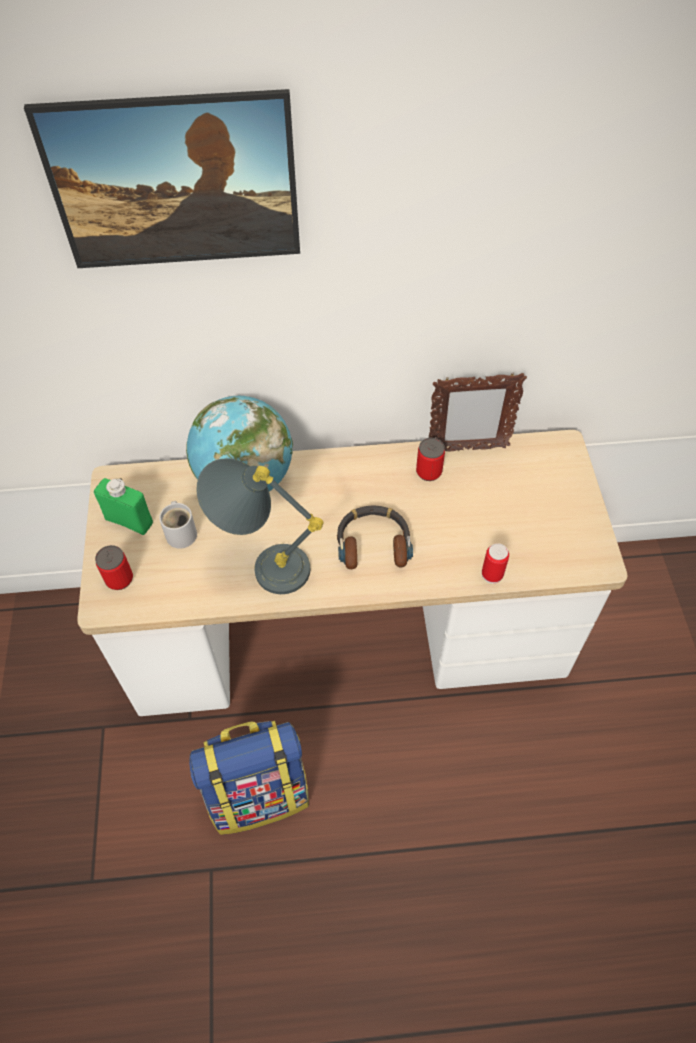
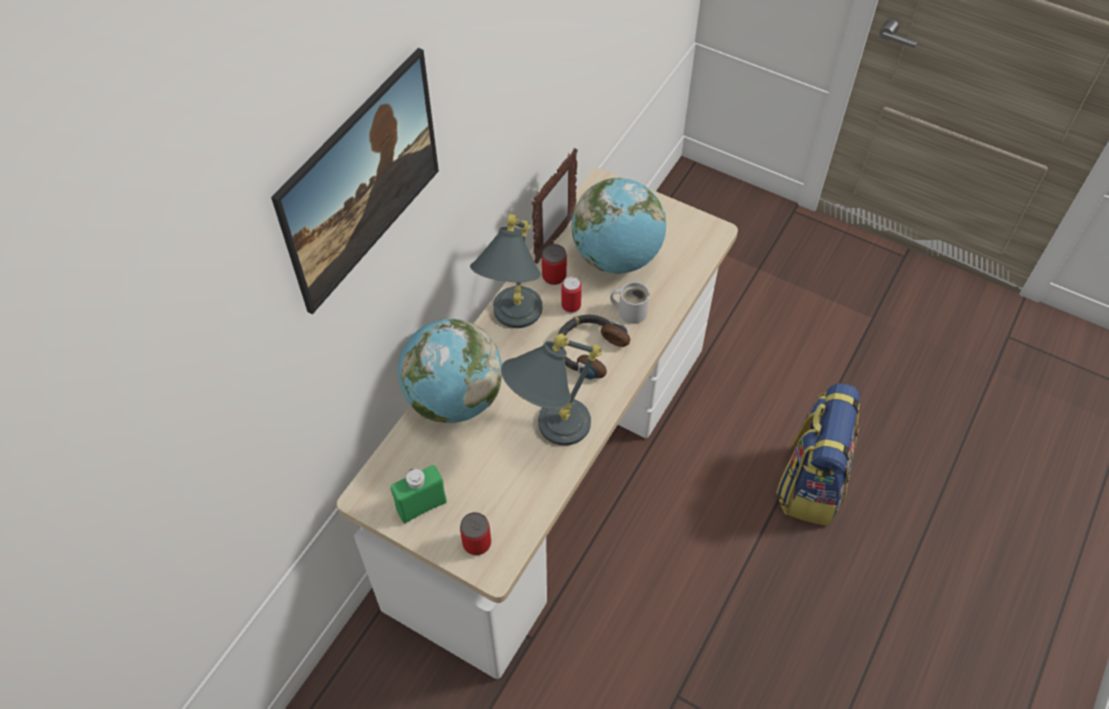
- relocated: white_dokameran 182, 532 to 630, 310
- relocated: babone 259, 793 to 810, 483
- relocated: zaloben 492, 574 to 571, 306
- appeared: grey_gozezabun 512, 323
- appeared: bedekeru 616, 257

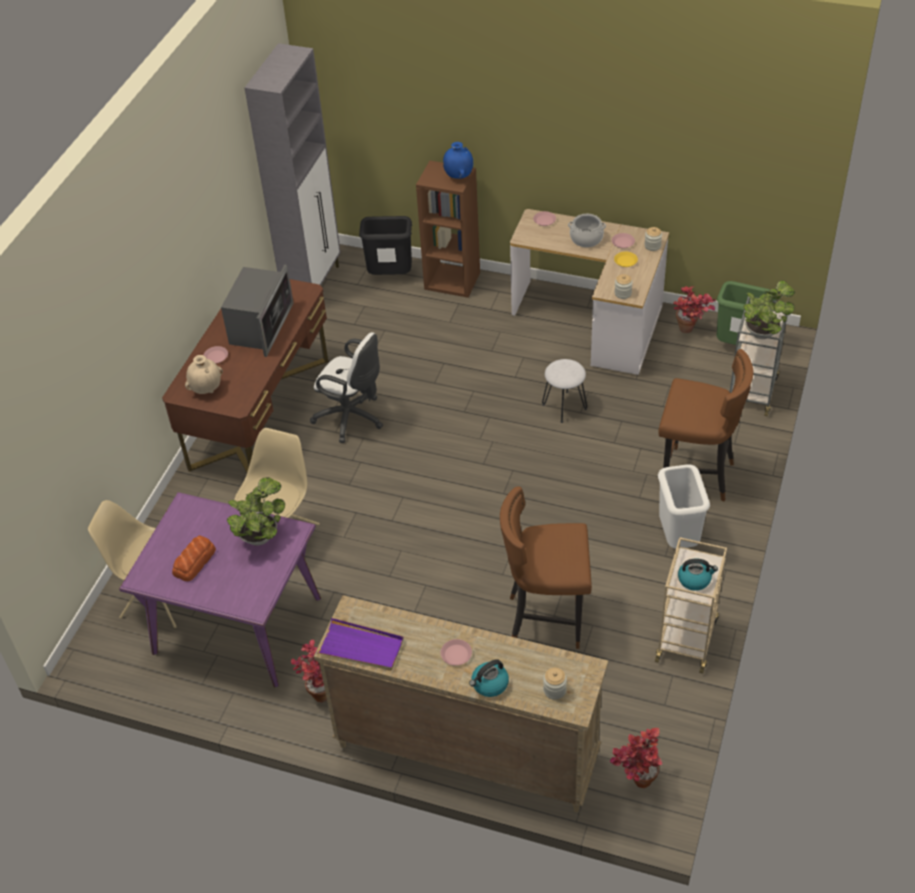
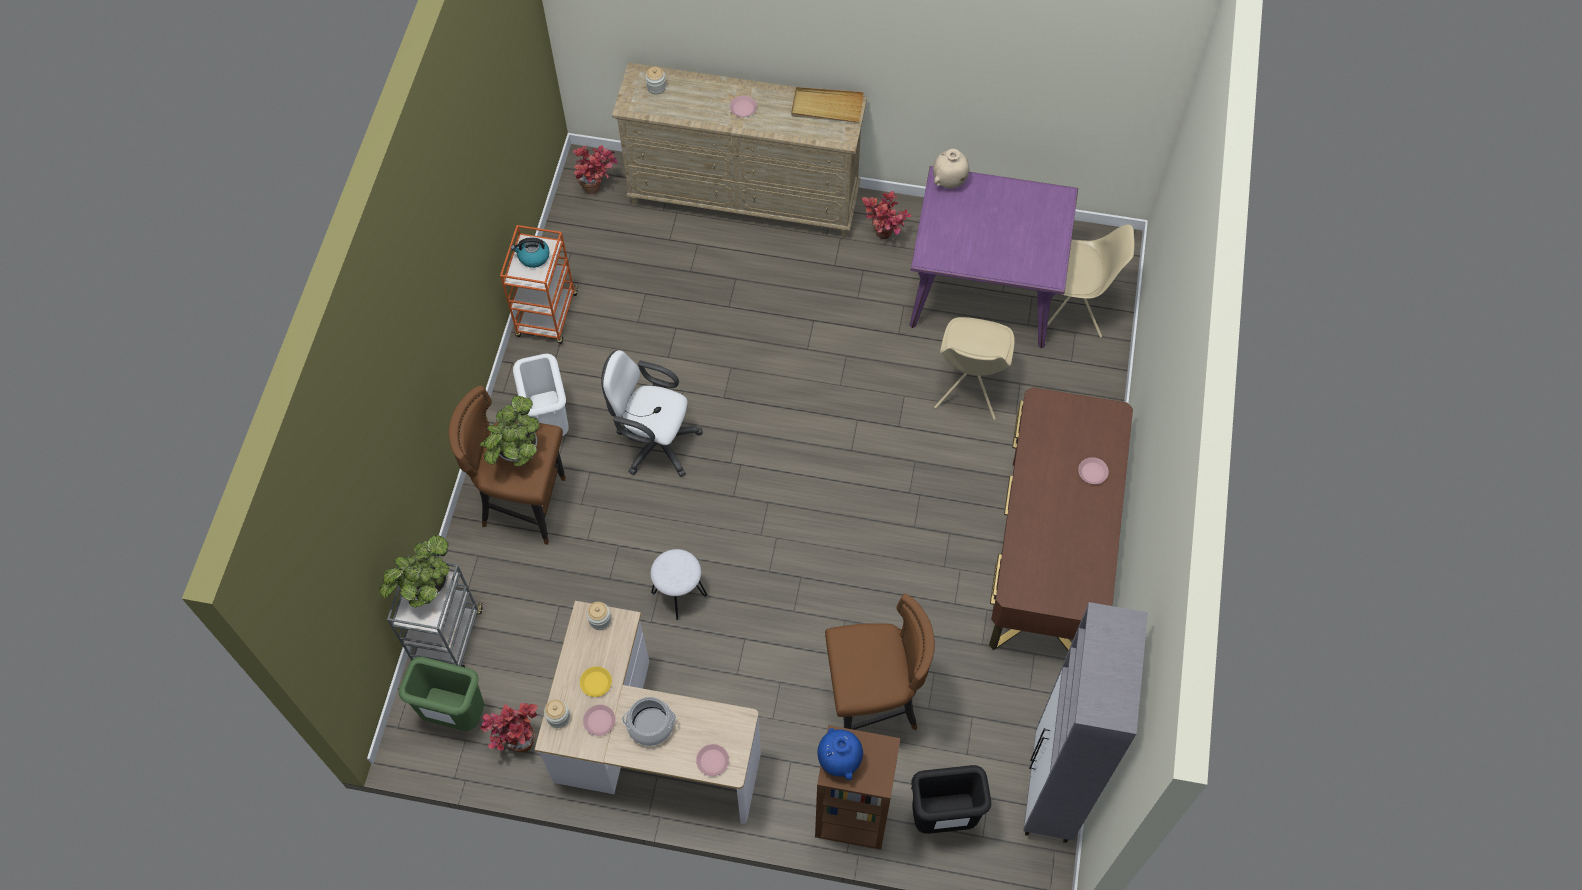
- missing: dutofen 195, 562
- relocated: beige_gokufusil 207, 389 to 949, 182
- missing: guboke 260, 326
- relocated: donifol 260, 535 to 516, 452
- relocated: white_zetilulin 352, 418 to 654, 442
- colour: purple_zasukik 361, 647 to beige_zasukik 827, 107
- missing: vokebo 489, 684
- relocated: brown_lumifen 546, 619 to 872, 705
- colour: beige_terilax 686, 638 to orange_terilax 547, 316

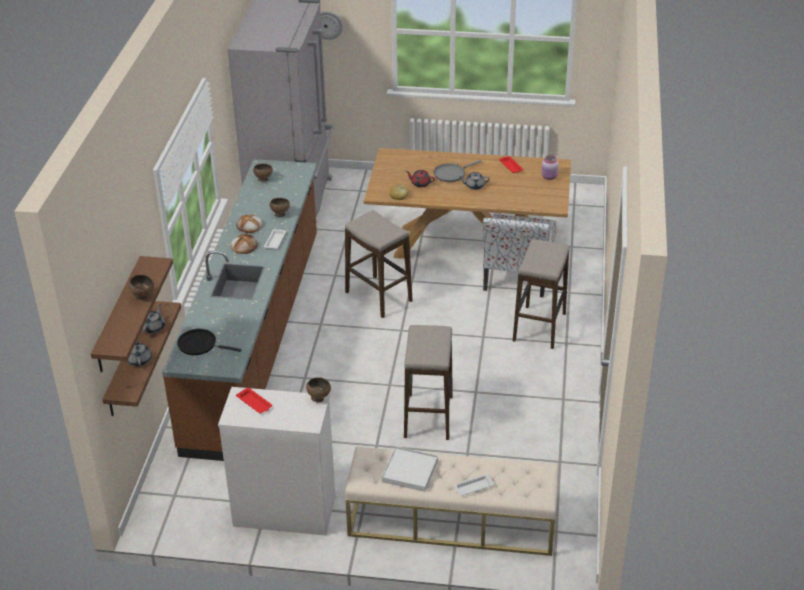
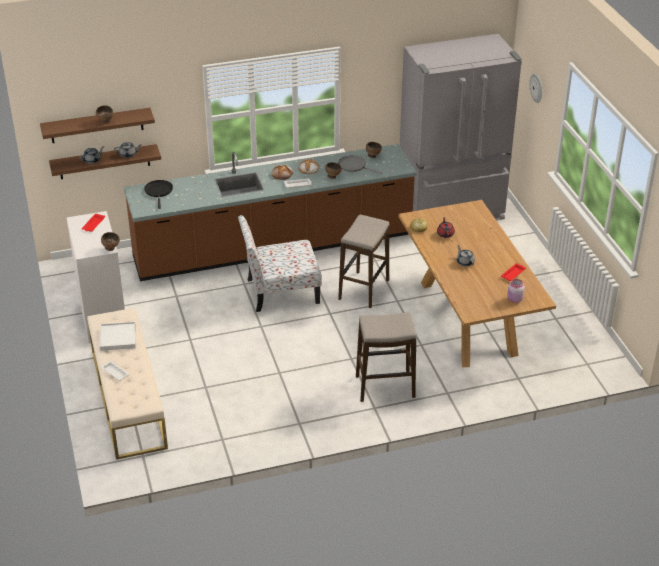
- missing: lumifen 428, 417
- relocated: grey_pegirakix 451, 174 to 354, 166
- relocated: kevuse 517, 274 to 280, 291

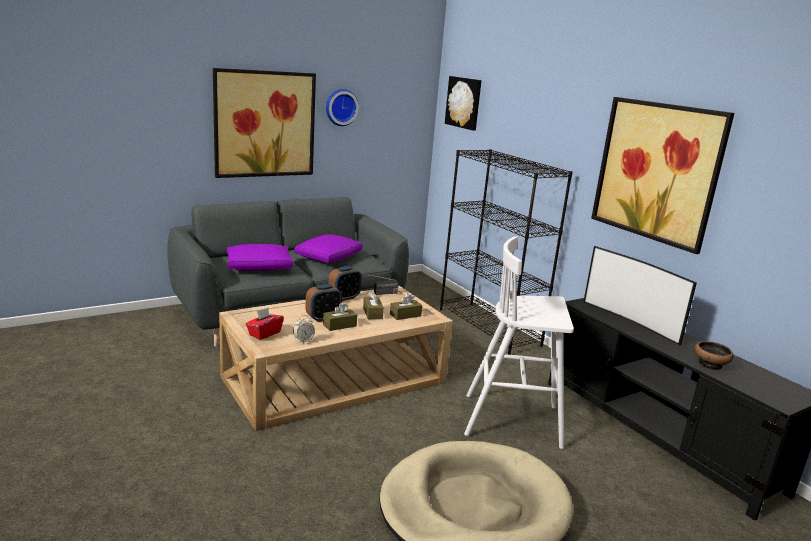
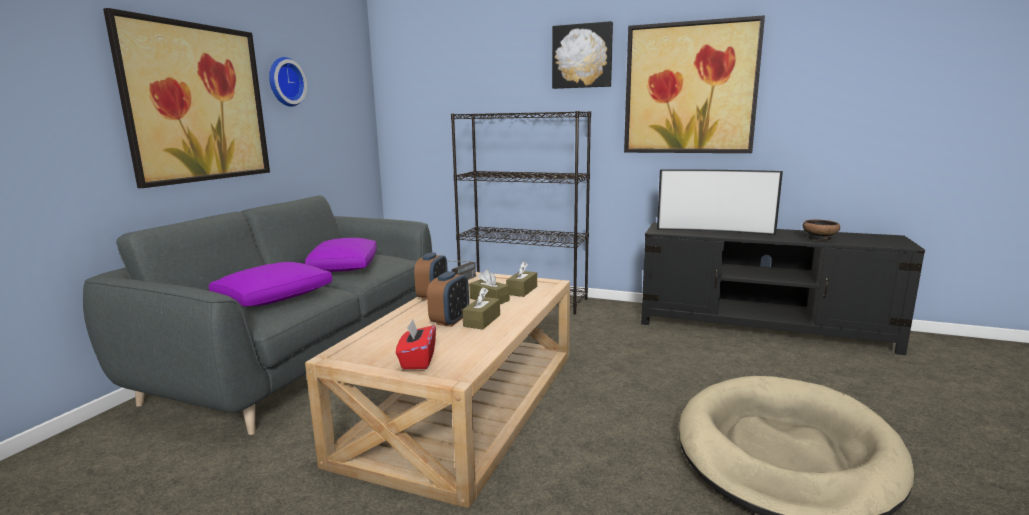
- missing: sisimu 303, 340
- relocated: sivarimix 464, 102 to 582, 56
- missing: white_lumifen 514, 421

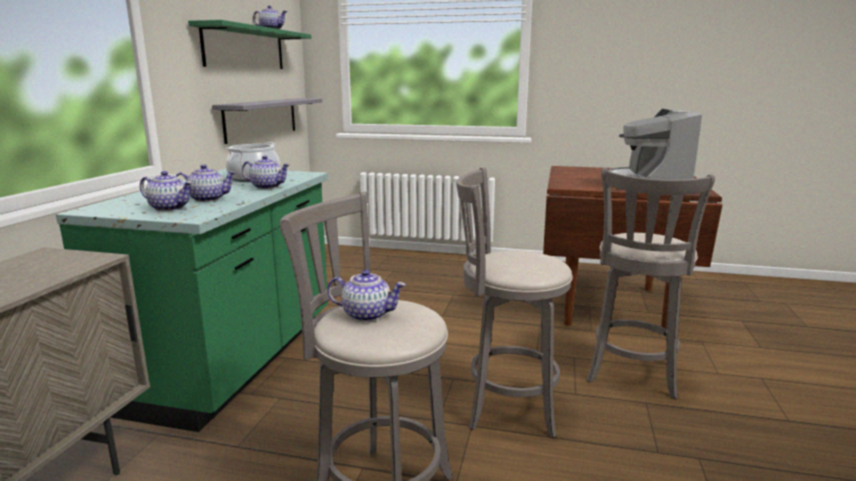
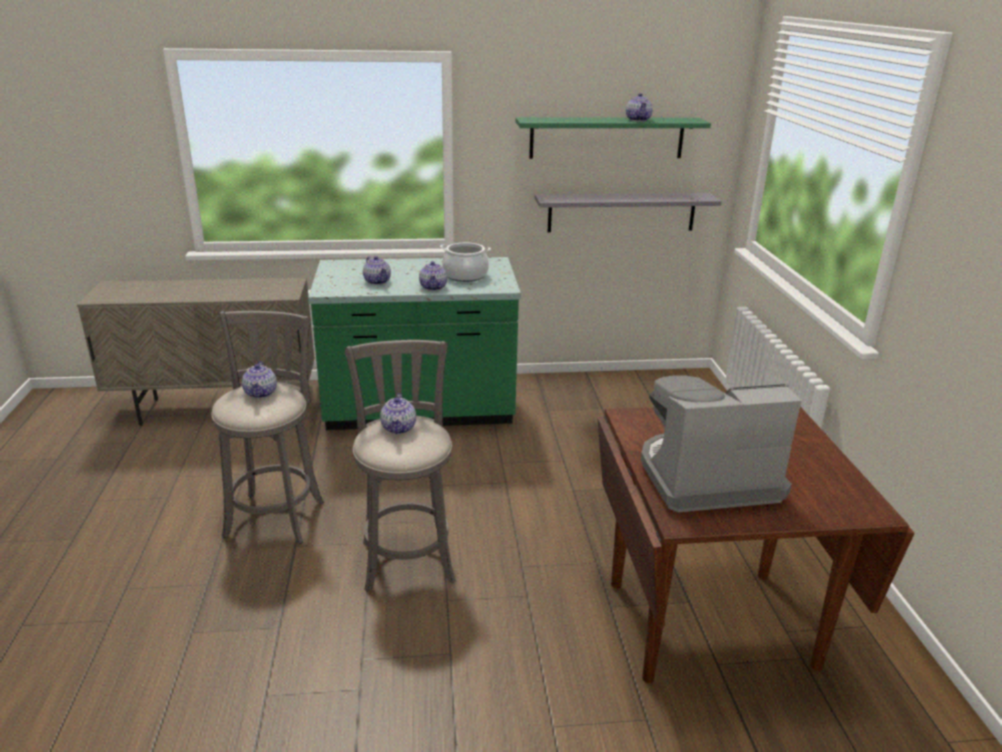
- relocated: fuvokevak 170, 208 to 399, 428
- missing: grey_lumifen 632, 375

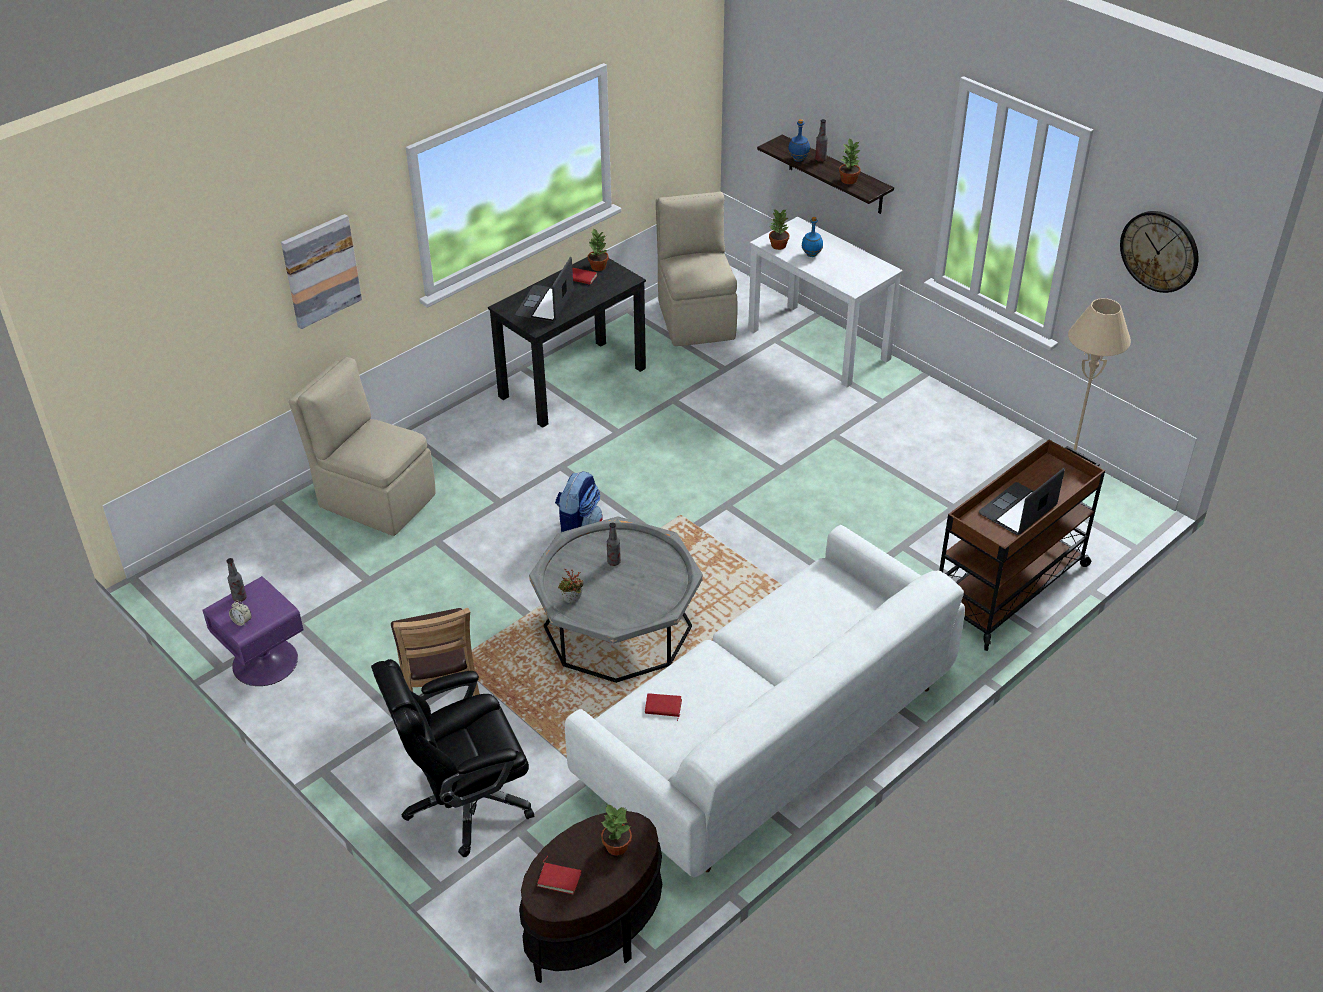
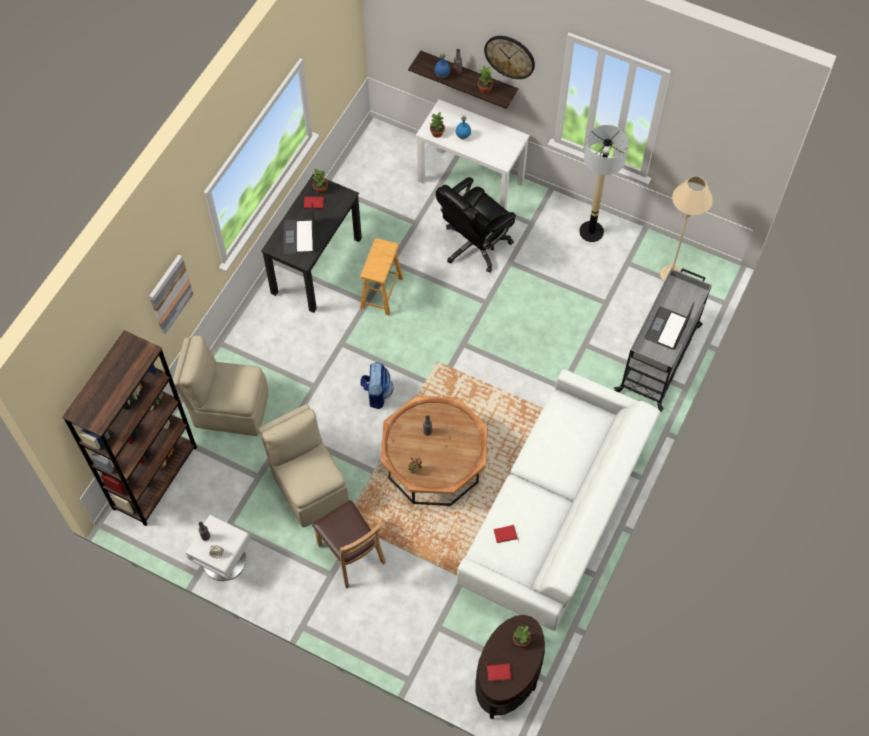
- colour: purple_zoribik 264, 662 to white_zoribik 224, 561
- relocated: black_zetilulin 465, 802 to 474, 245
- colour: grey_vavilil 617, 627 to brown_vavilil 434, 463
- relocated: beige_kevuse 696, 318 to 309, 487
- colour: brown_terilax 1009, 587 to grey_terilax 659, 357
- relocated: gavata 1159, 251 to 510, 56
- appeared: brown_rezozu 155, 477
- appeared: brown_lumifen 382, 293
- appeared: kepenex 591, 232

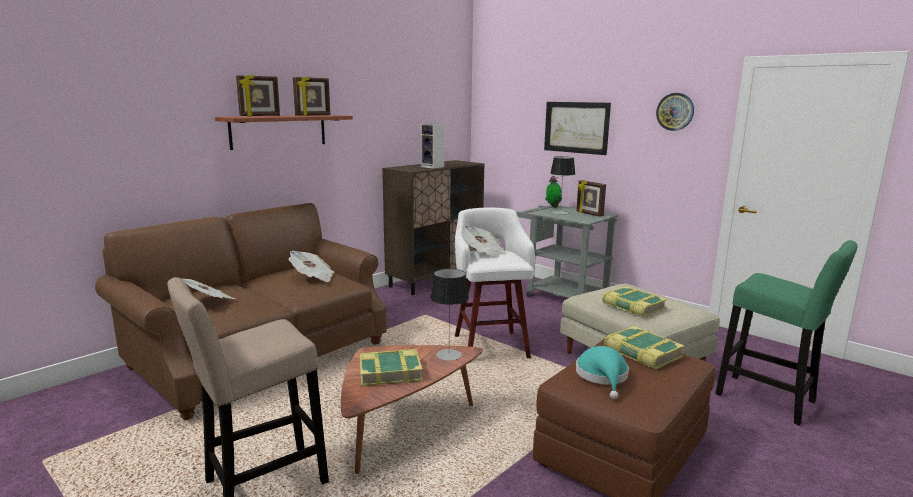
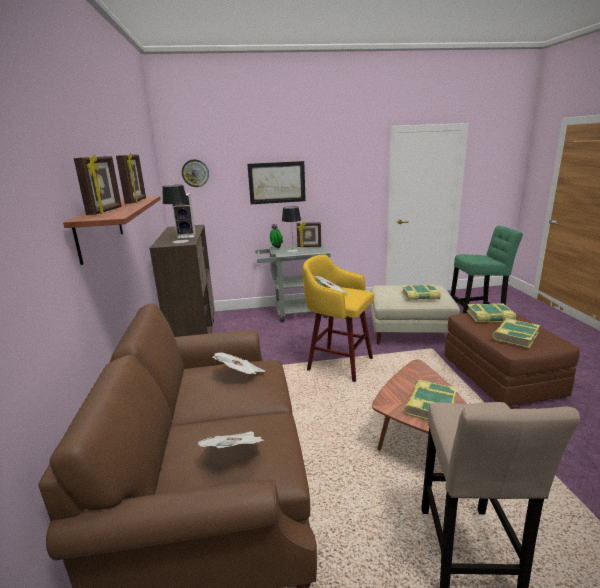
- relocated: gozezabun 448, 355 to 180, 241
- colour: white_lumifen 490, 345 to yellow_lumifen 338, 363
- exchanged: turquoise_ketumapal 603, 376 to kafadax 515, 336
- relocated: gavata 675, 111 to 195, 173

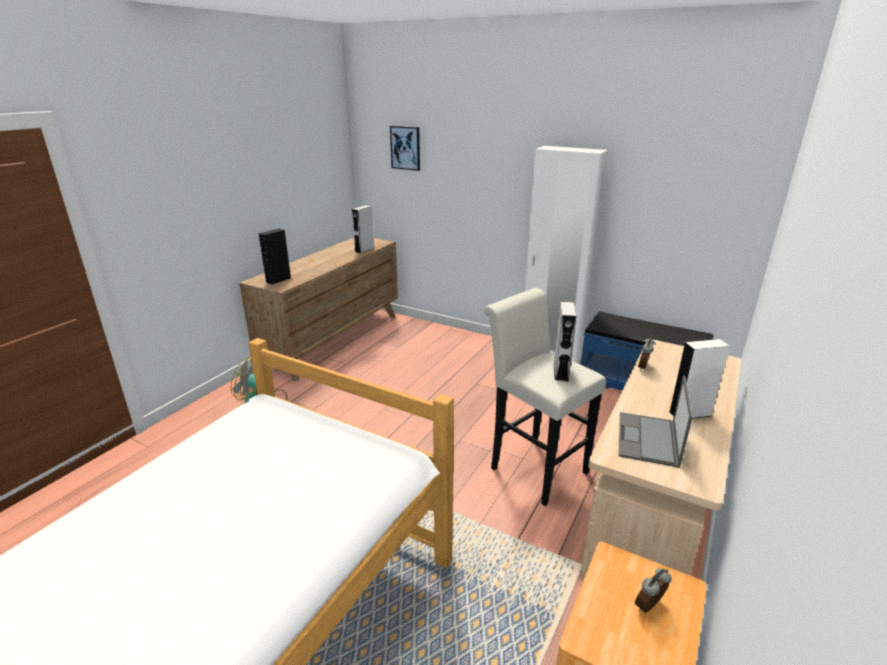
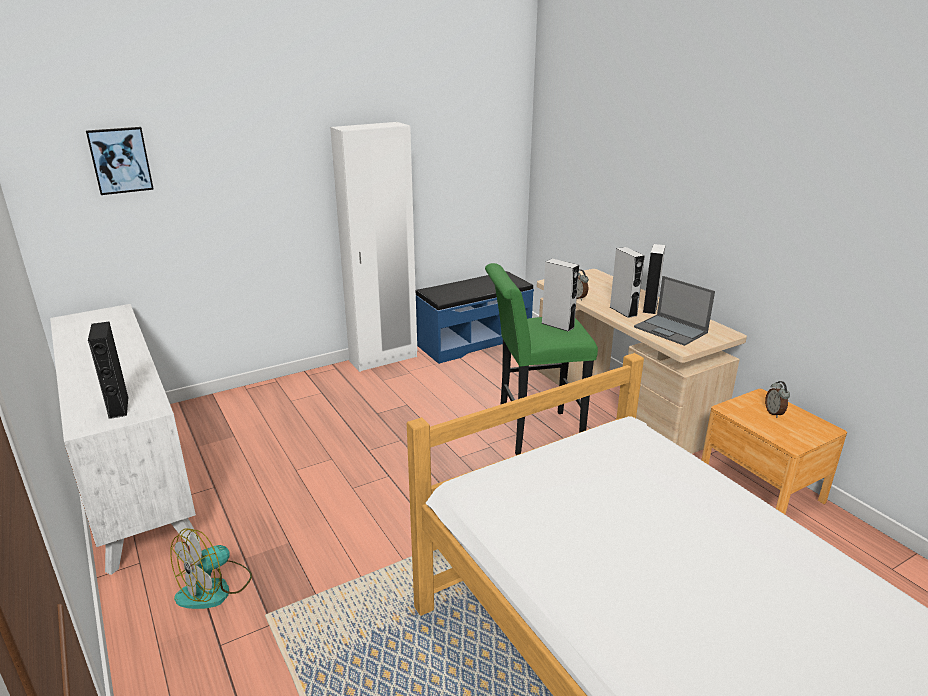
- colour: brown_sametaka 333, 340 to white_sametaka 134, 480
- relocated: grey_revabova 364, 250 to 623, 311
- colour: white_lumifen 533, 467 to green_lumifen 533, 433

